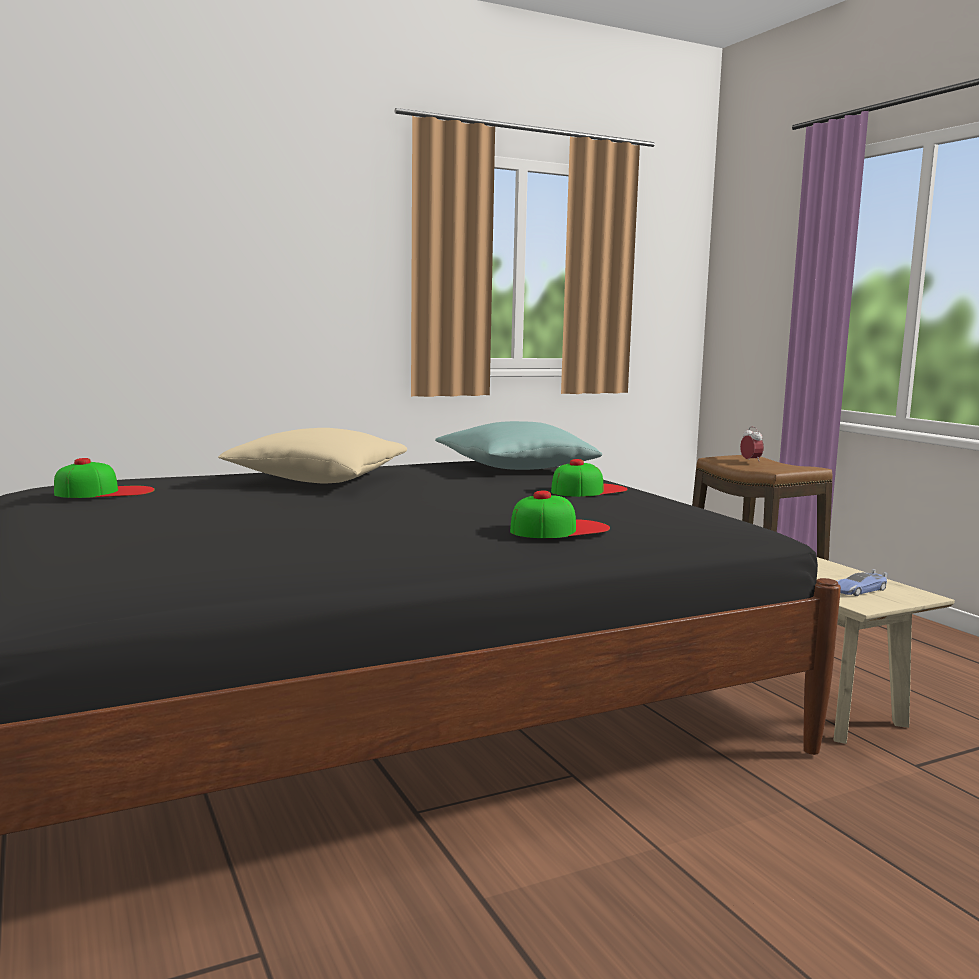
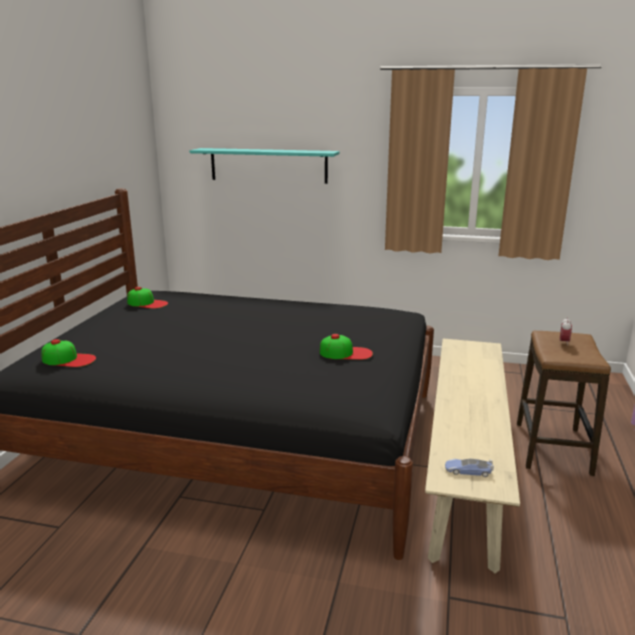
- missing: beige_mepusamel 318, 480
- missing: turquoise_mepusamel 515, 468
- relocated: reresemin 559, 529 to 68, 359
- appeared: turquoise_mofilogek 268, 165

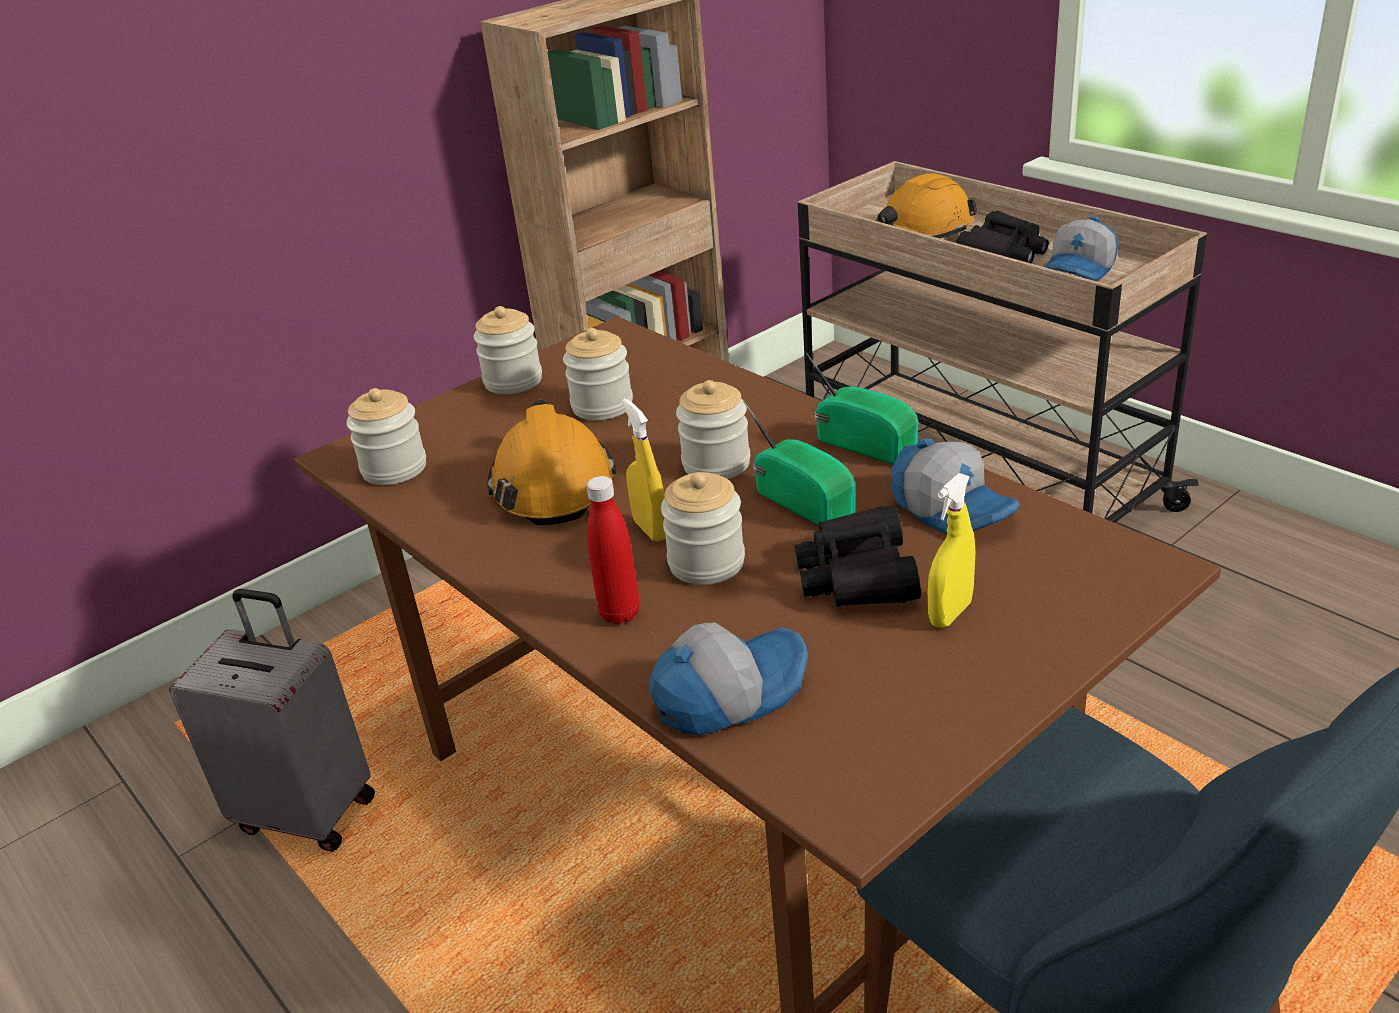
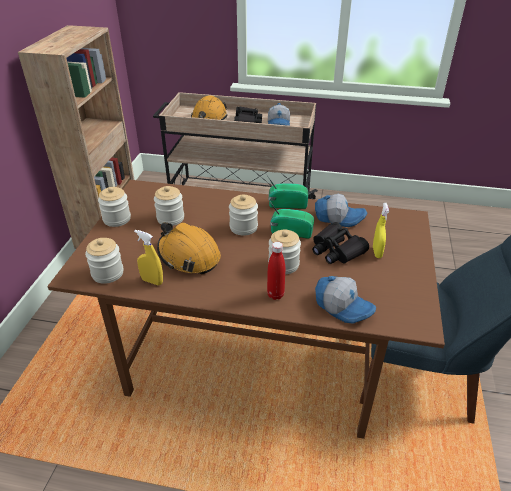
- missing: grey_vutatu 308, 811
- relocated: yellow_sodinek 650, 530 to 152, 281
- spun: reresemin 728, 692 = 343, 306 105 degrees clockwise

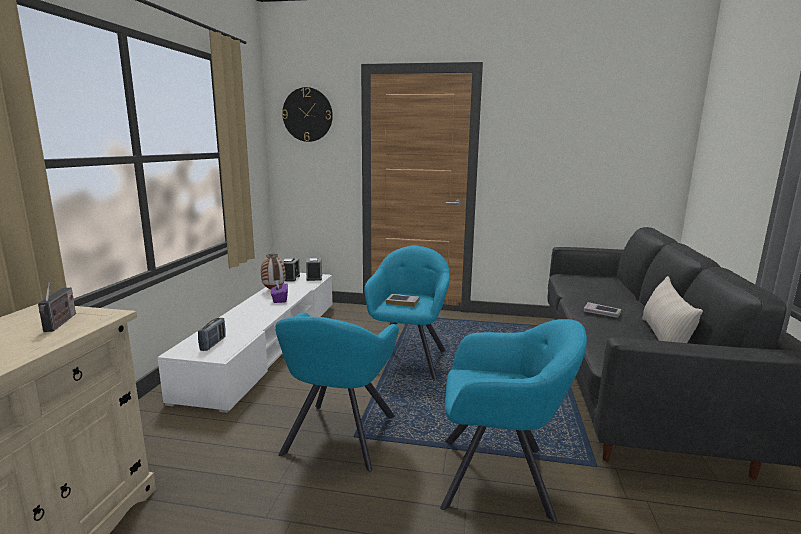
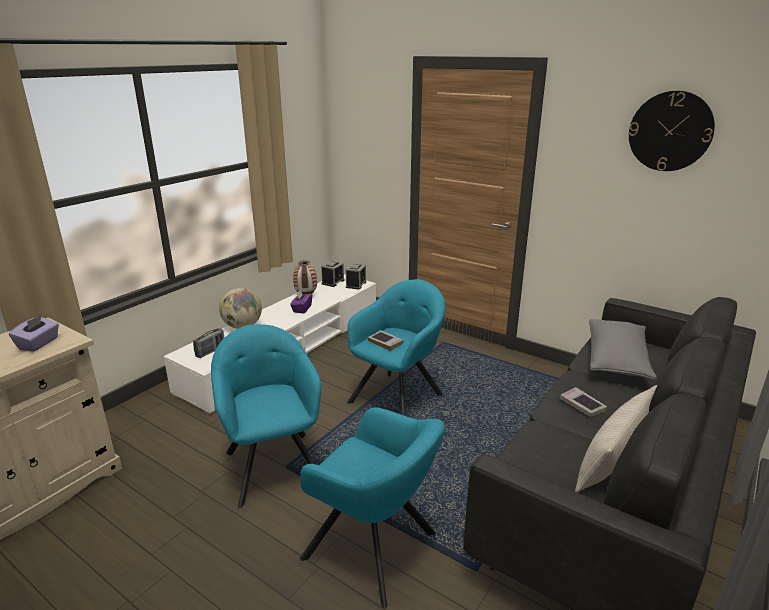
- exchanged: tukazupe 60, 323 to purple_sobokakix 39, 344
- spun: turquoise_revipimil 339, 437 = 273, 464 120 degrees clockwise
- relocated: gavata 307, 114 to 670, 131
- appeared: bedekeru 242, 326
- appeared: grey_mepusamel 616, 360

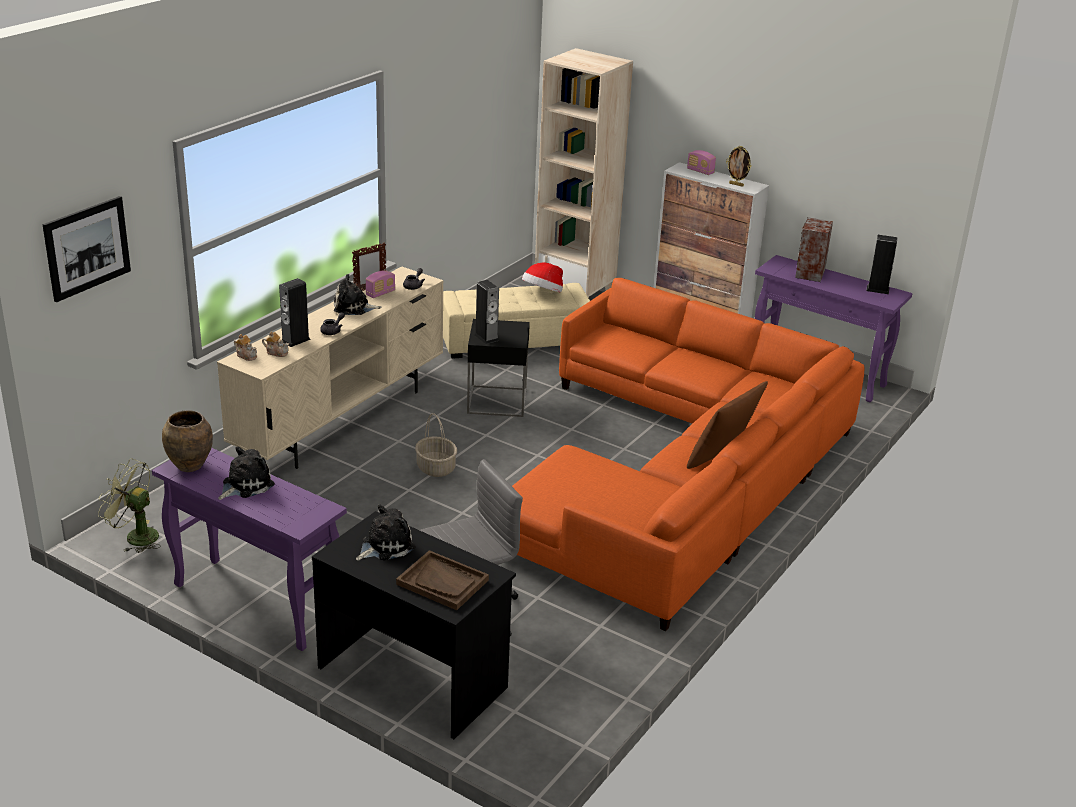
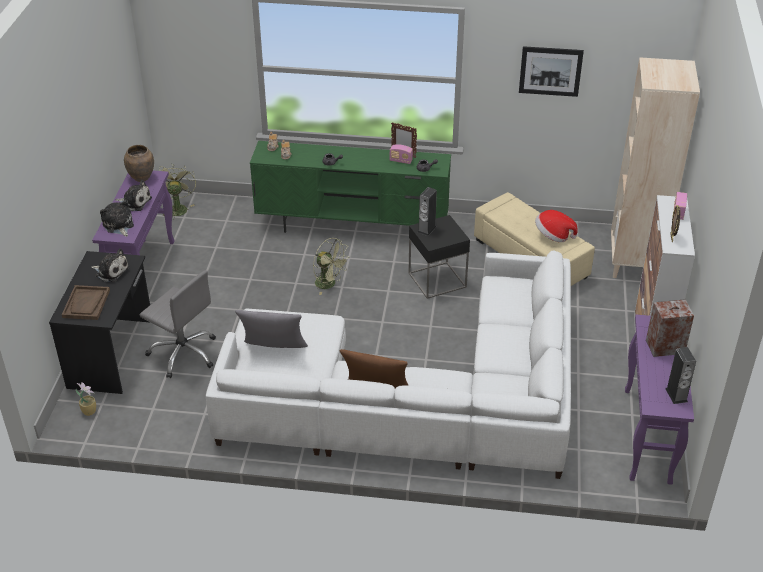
- relocated: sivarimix 87, 248 to 550, 71
- colour: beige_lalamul 342, 420 to green_lalamul 353, 227
- missing: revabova 295, 340
- relocated: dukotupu 353, 307 to 118, 225
- exchanged: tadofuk 435, 468 to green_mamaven 329, 284
- colour: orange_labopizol 680, 474 to white_labopizol 414, 398
- appeared: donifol 89, 411
- appeared: grey_mepusamel 274, 350

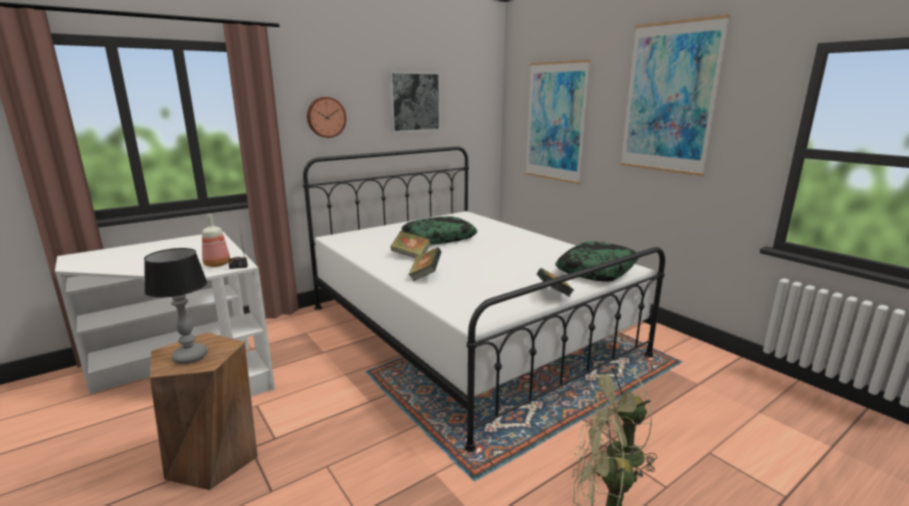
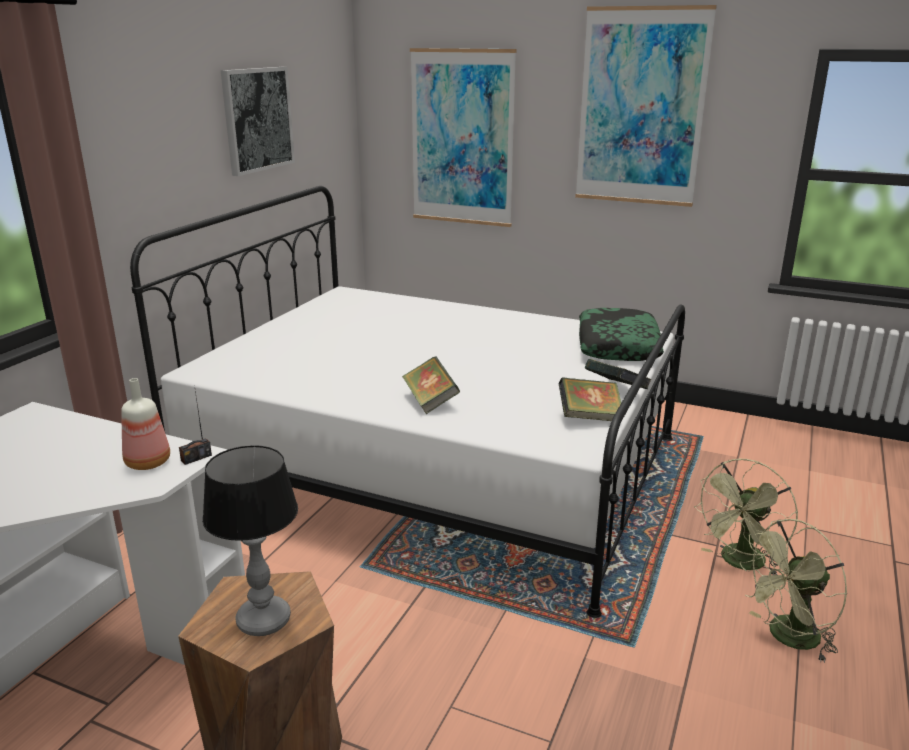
- missing: gavata 326, 117
- relocated: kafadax 411, 255 to 589, 417
- missing: mepusamel 439, 238

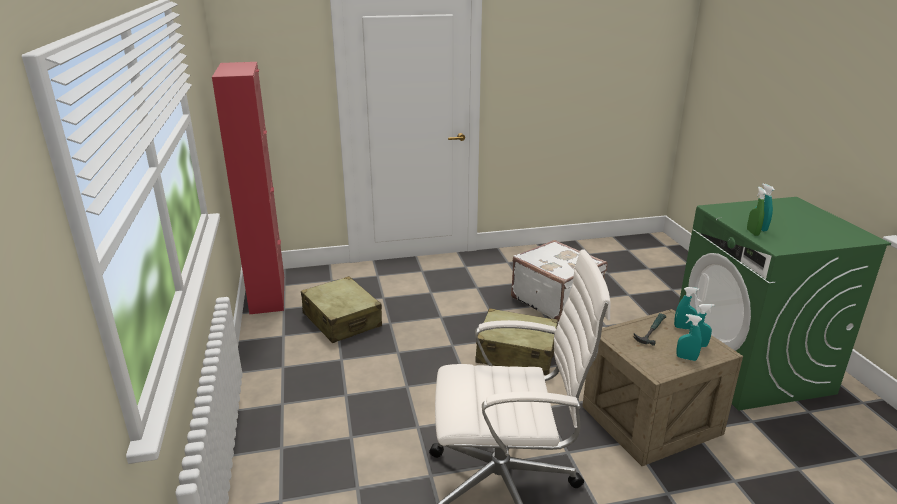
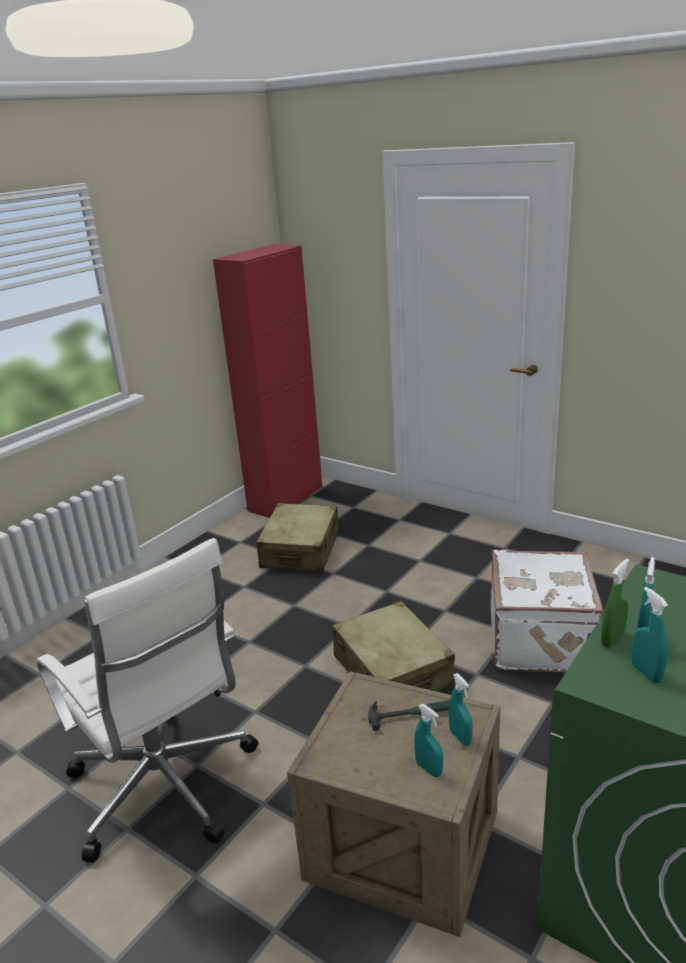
- relocated: turquoise_sodinek 686, 358 to 646, 673

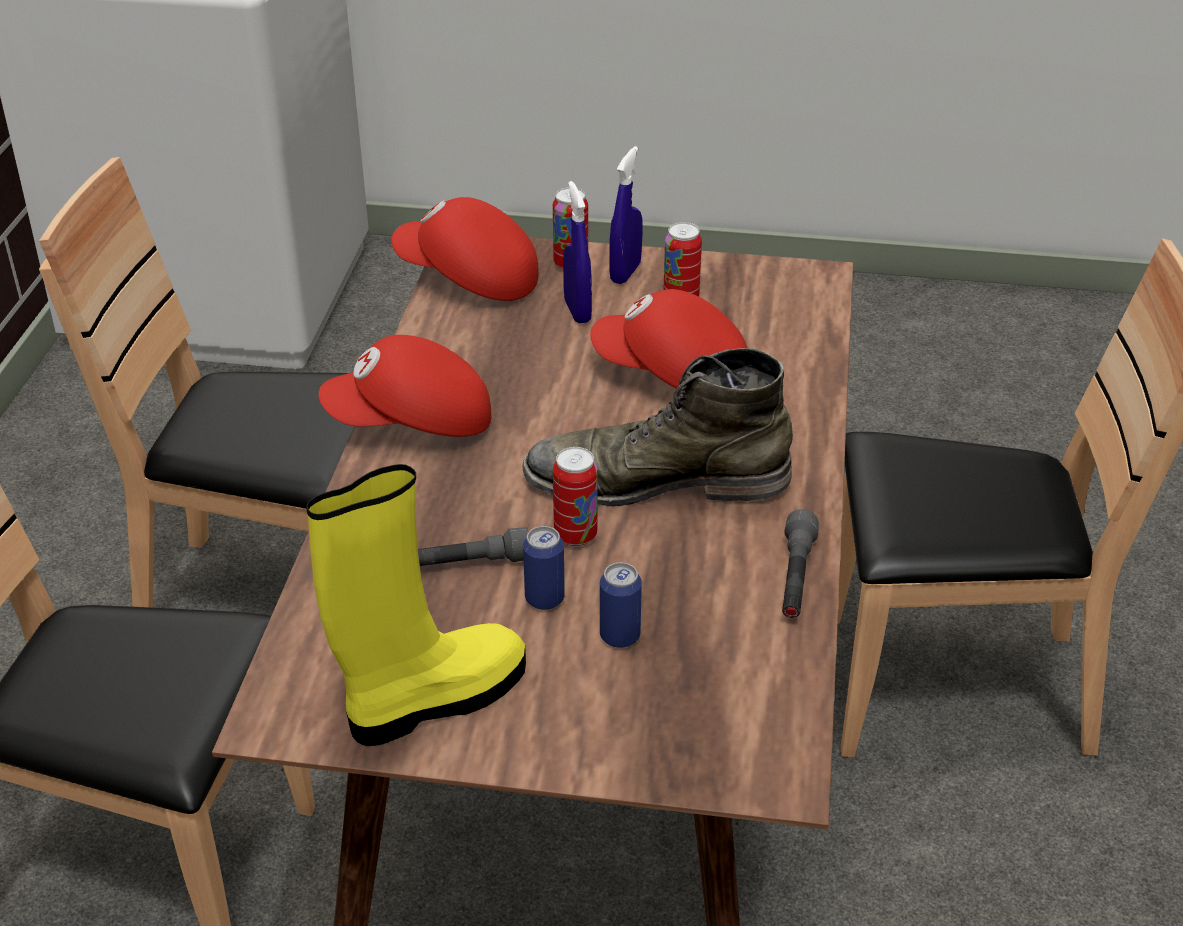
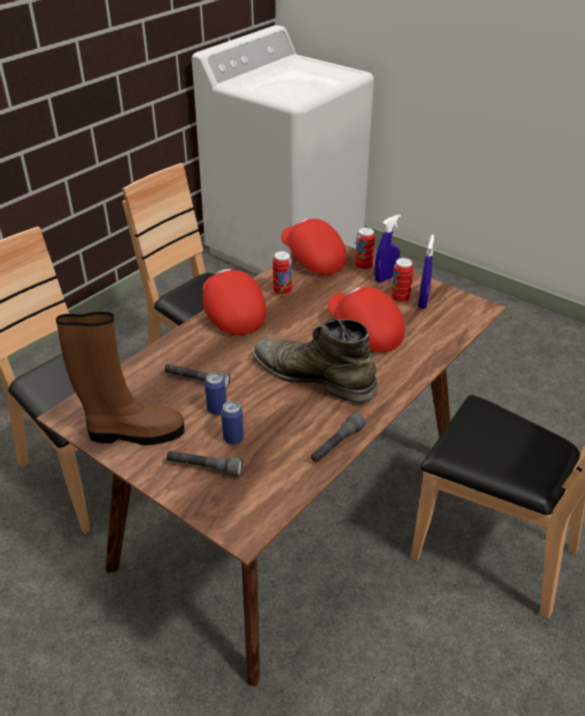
- colour: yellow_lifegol 433, 700 to brown_lifegol 133, 433
- spun: red_reresemin 412, 423 = 231, 314 45 degrees clockwise
- relocated: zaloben 575, 536 to 282, 291
- relocated: blue_sodinek 577, 311 to 423, 302
- appeared: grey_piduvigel 204, 468

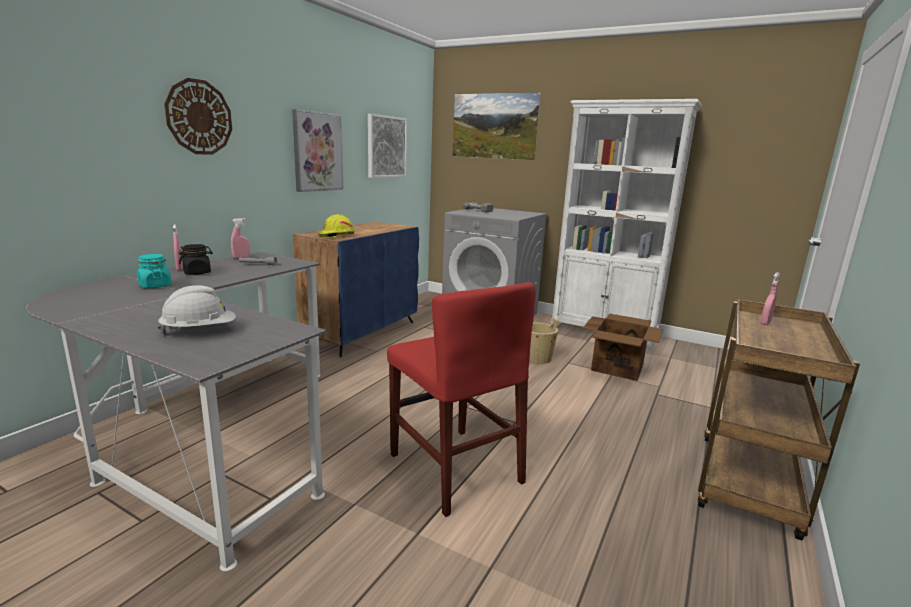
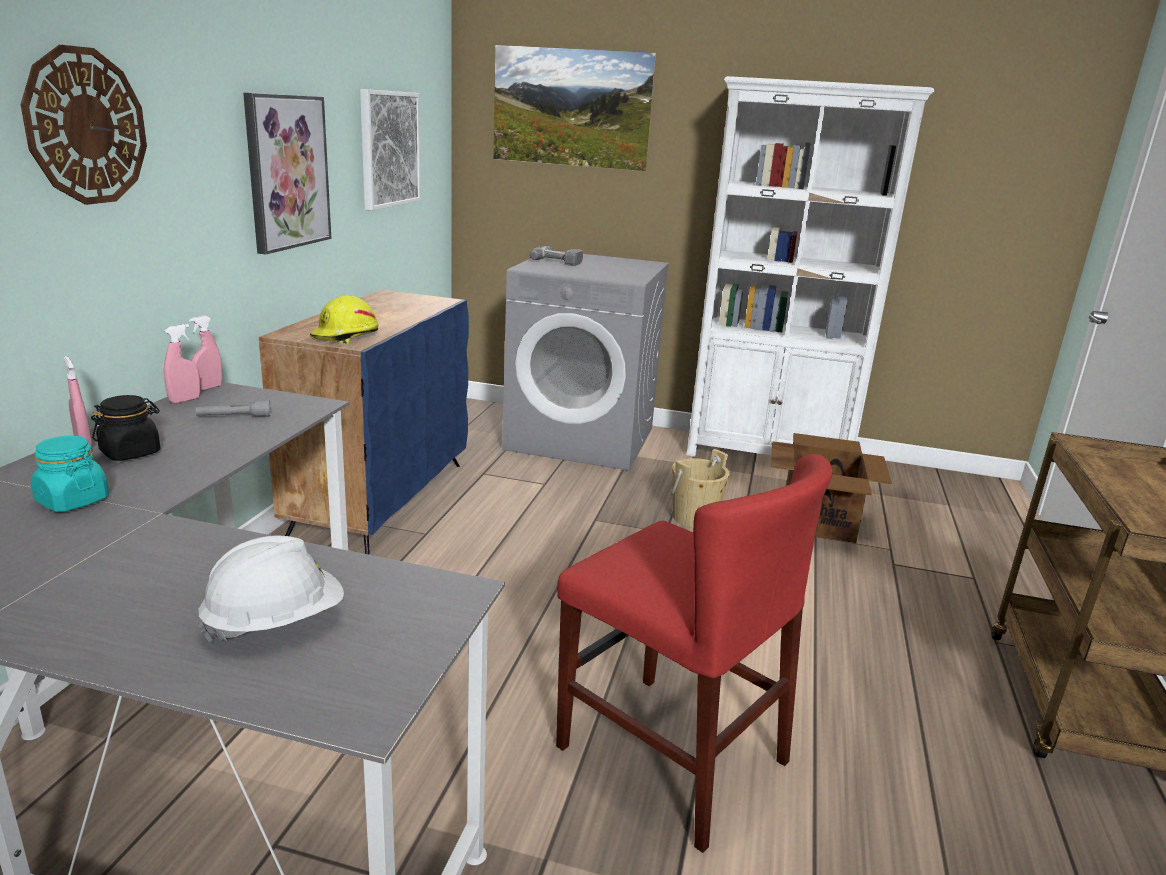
- relocated: pink_sodinek 765, 323 to 208, 388

